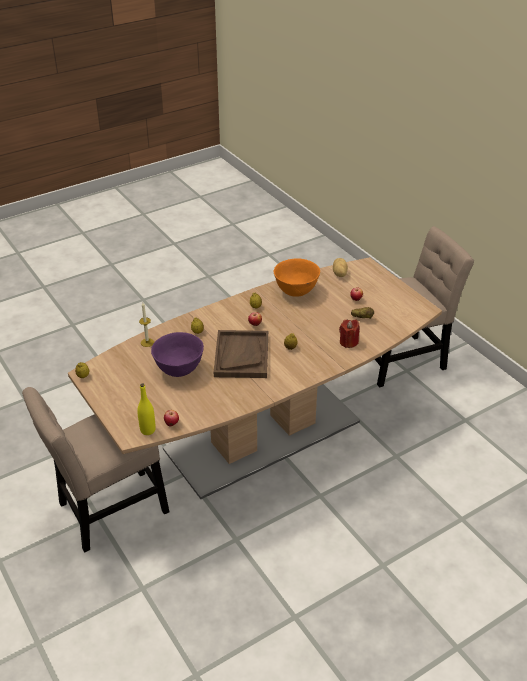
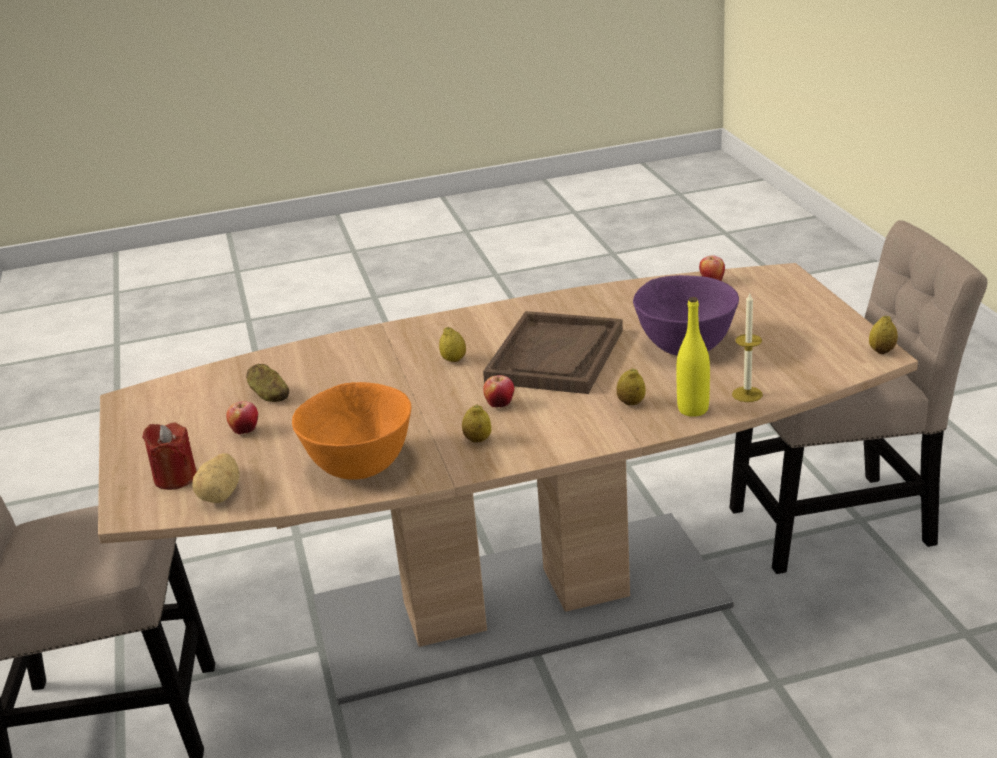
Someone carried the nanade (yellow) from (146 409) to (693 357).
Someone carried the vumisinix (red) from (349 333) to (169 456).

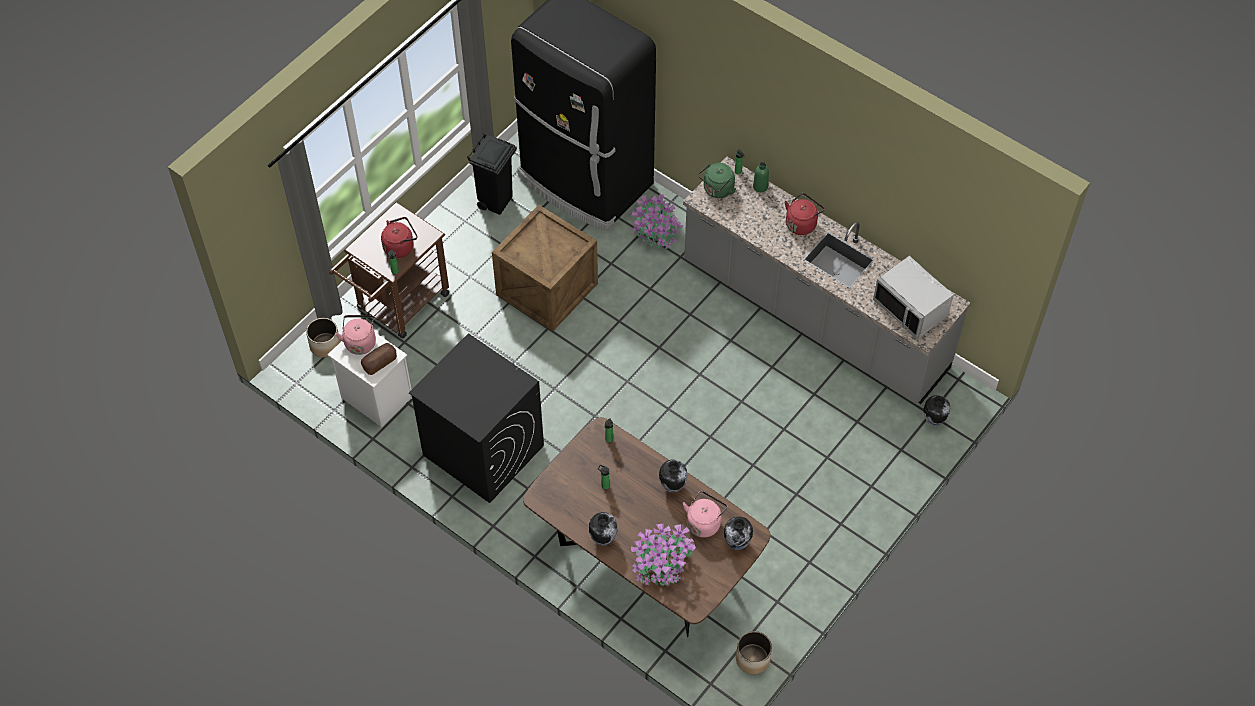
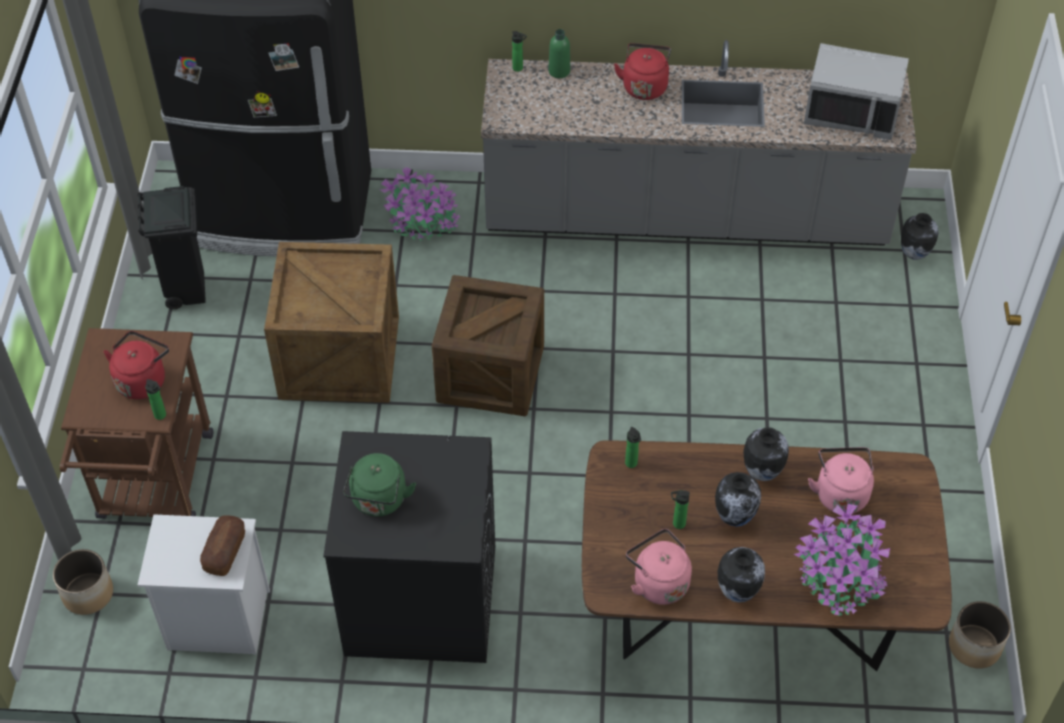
Someone put down the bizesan at (488 345).
Someone carried the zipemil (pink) from (355 335) to (659 567).
Someone carried the zipemil (green) from (717 180) to (379 485).
Someone carried the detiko from (738 533) to (738 499).

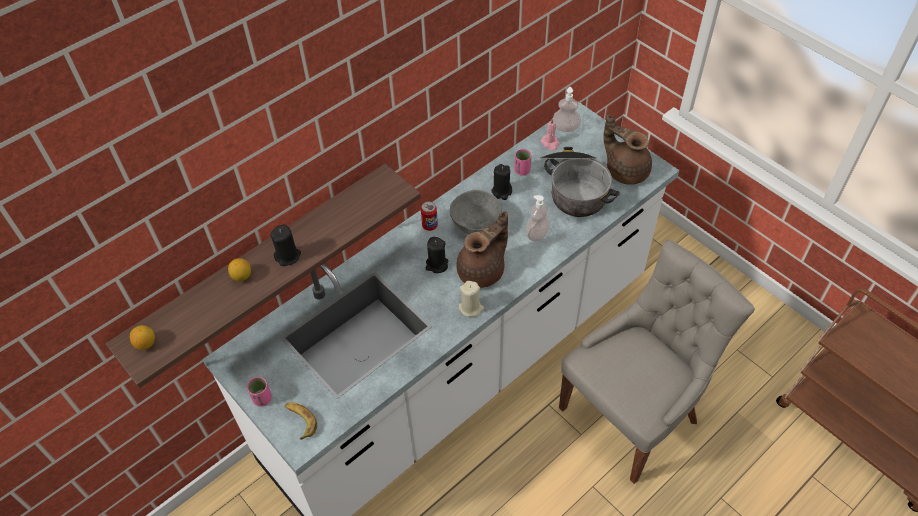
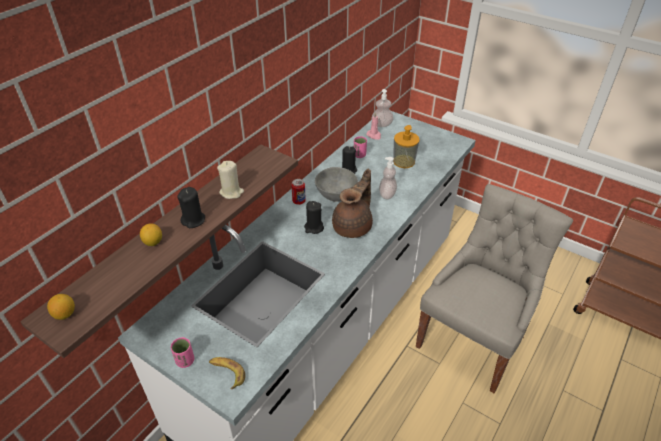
Someone took away the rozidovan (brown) at (627 149).
Someone carried the vumisinix (beige) from (471 299) to (230 180).
Someone swapped the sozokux at (580 182) for the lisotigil at (406 146).

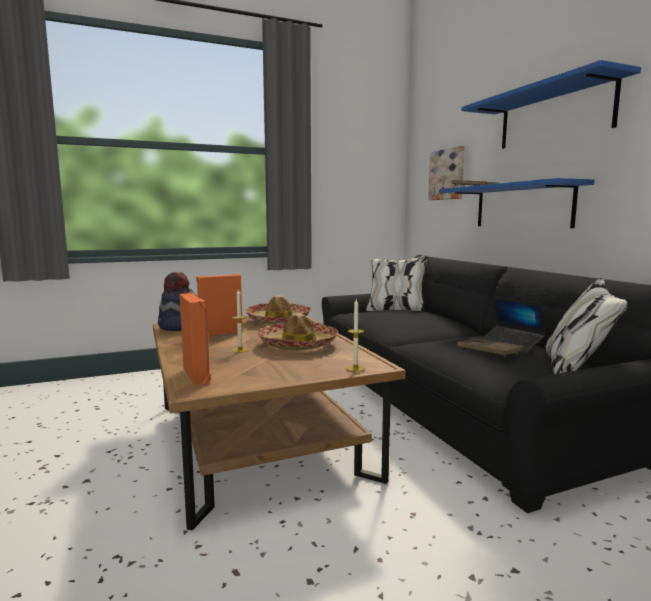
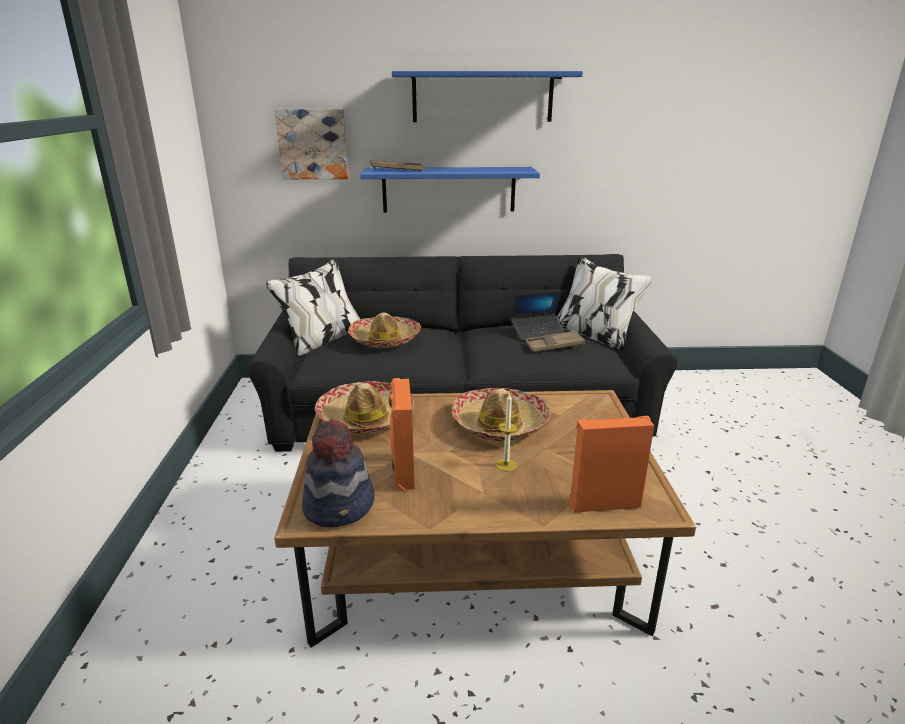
Someone took away the vumisinix at (355 335).
Someone put down the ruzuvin at (384 330).

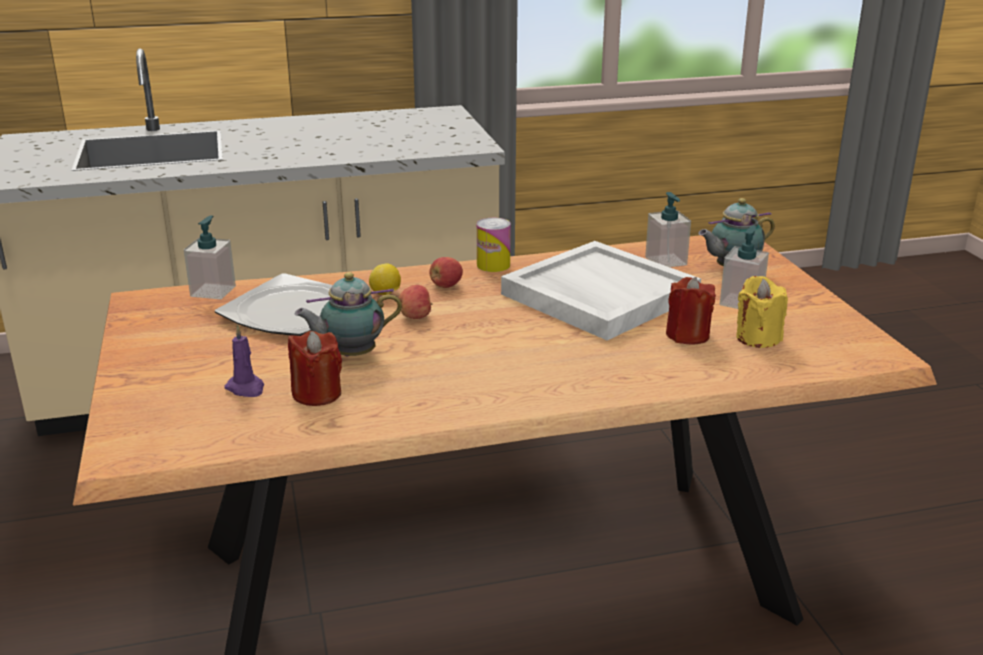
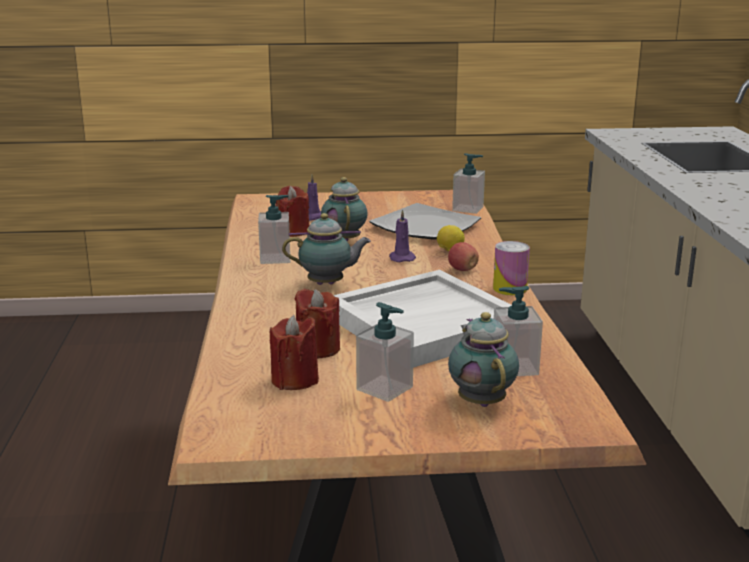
Someone put down the lisotigil at (274 229).
Someone put down the rozidovan at (326 249).
Someone swapped the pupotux at (416 302) for the vumisinix (purple) at (402 235).
Someone repainted the vumisinix (yellow) at (762 312), which became the vumisinix (red) at (294 352).

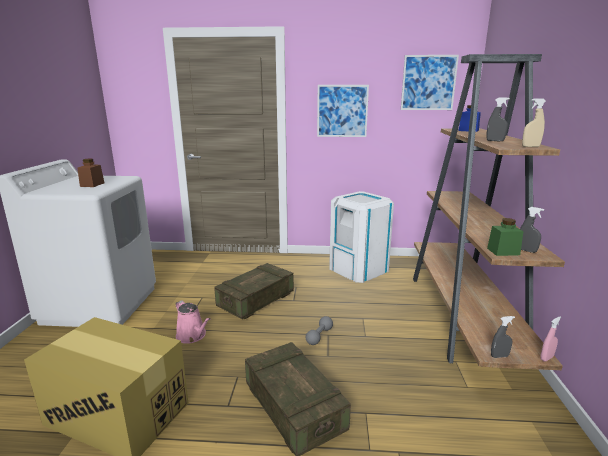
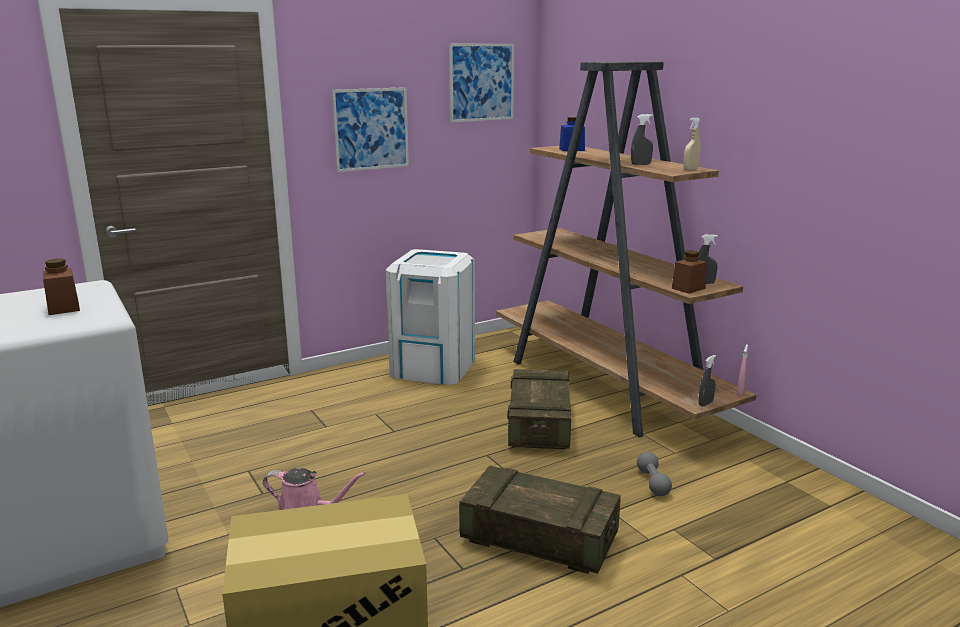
Someone carried the bizesan from (254 291) to (539 409).
Someone carried the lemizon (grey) from (319 330) to (654 474).
Someone repainted the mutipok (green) at (505 237), which became the mutipok (brown) at (689 272).

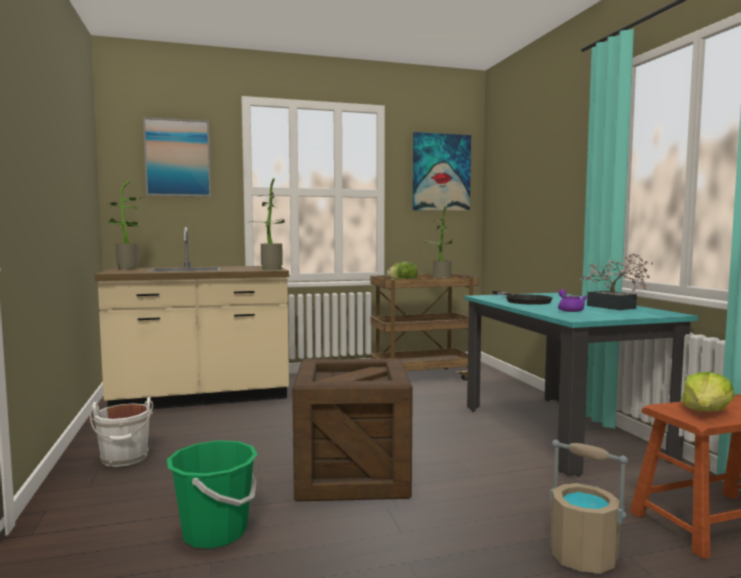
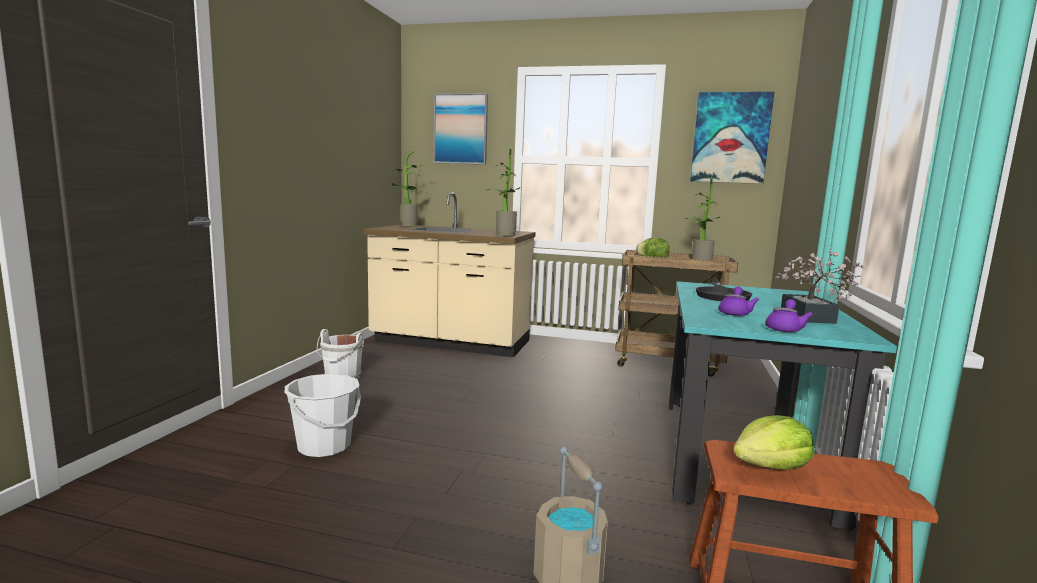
Someone took away the bizesan at (352 430).
Someone put down the rozidovan (purple) at (789 315).
Someone repainted the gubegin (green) at (212 494), which became the gubegin (white) at (323 415).

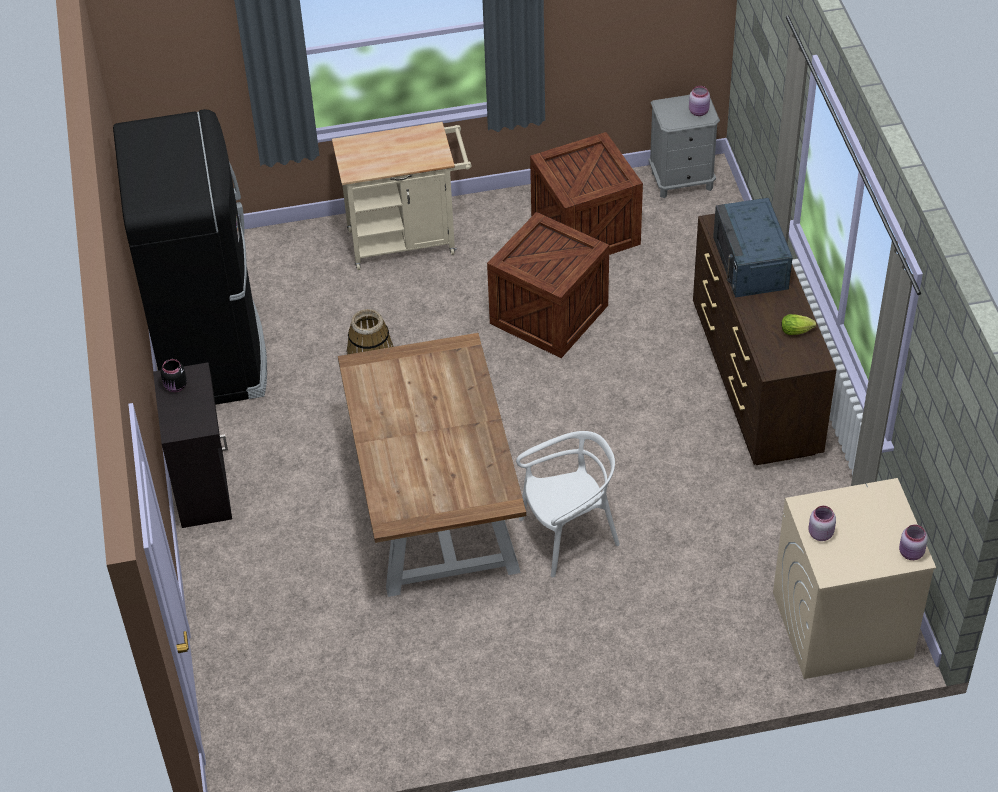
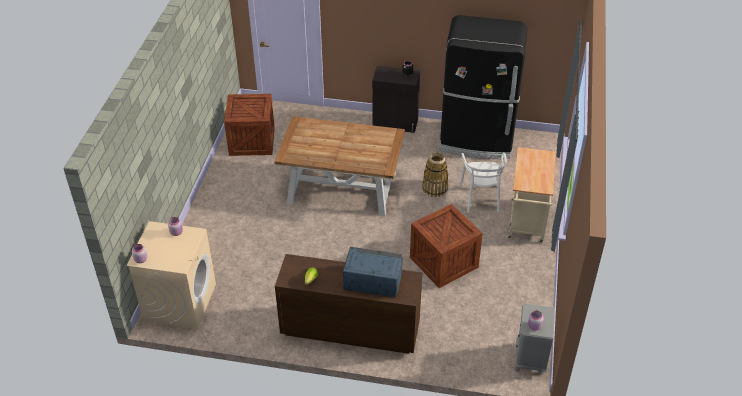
Someone carried the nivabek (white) from (568 504) to (483 182).
Someone carried the bizesan from (586 193) to (249 125).

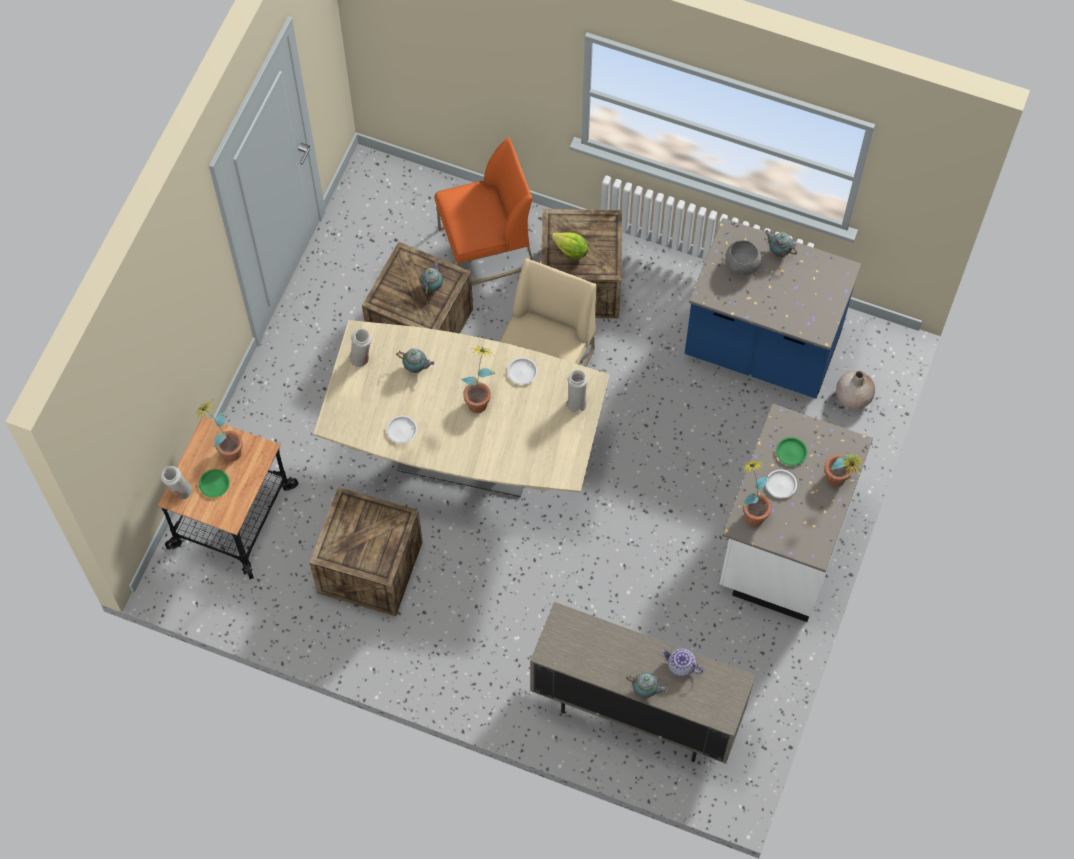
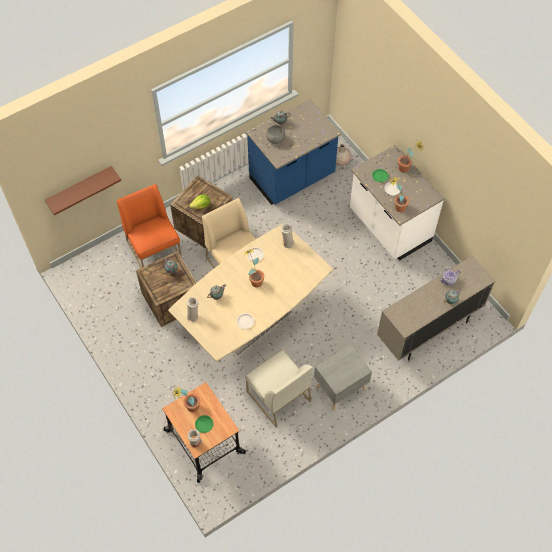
Someone put up the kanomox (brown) at (83 190).
Someone put down the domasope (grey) at (343 377).
Someone swapped the bizesan at (366 551) for the nivabek (white) at (279 389).
Someone rotated the nivabek (orange) at (484 211) by 45 degrees counterclockwise.

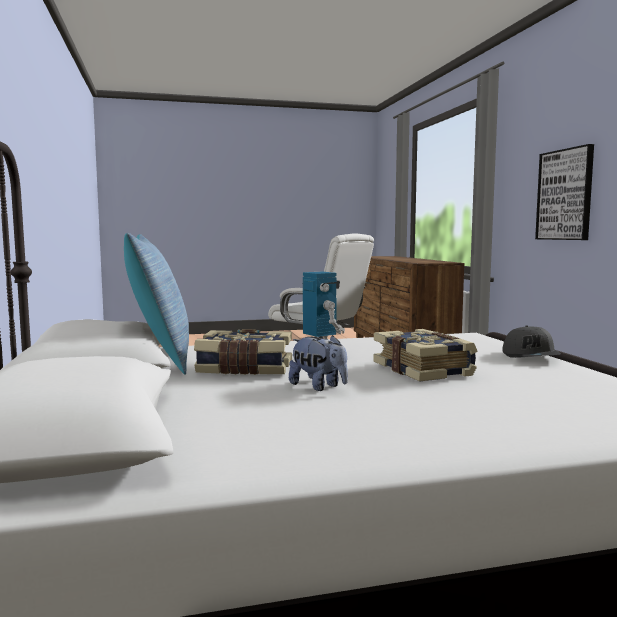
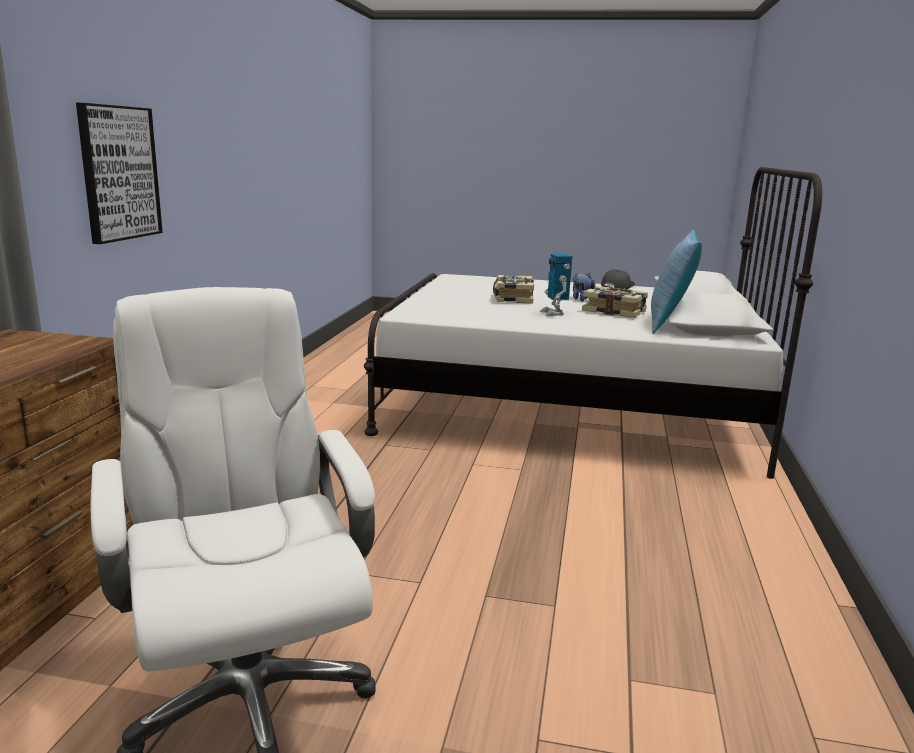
Someone carried the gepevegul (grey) from (532 342) to (618 279).

